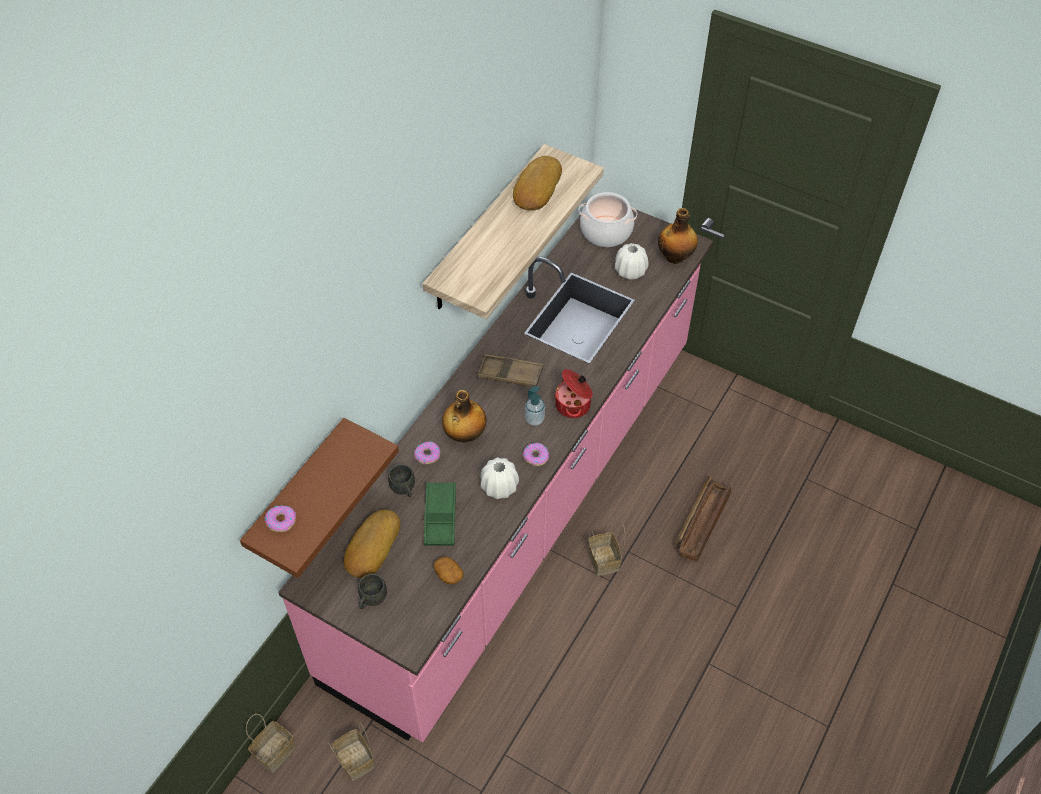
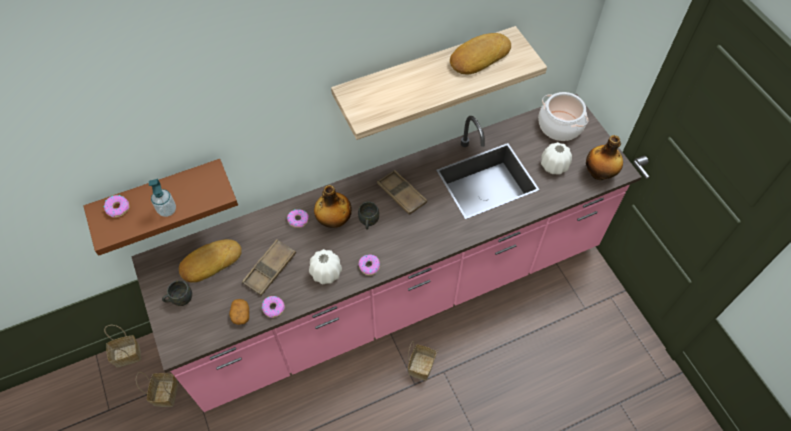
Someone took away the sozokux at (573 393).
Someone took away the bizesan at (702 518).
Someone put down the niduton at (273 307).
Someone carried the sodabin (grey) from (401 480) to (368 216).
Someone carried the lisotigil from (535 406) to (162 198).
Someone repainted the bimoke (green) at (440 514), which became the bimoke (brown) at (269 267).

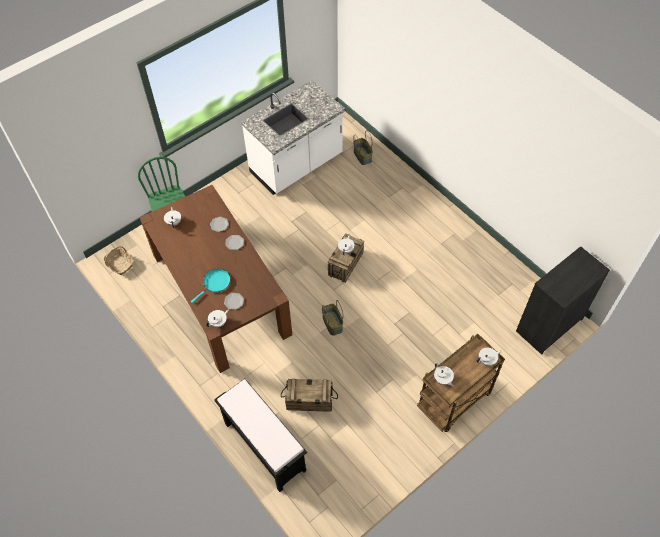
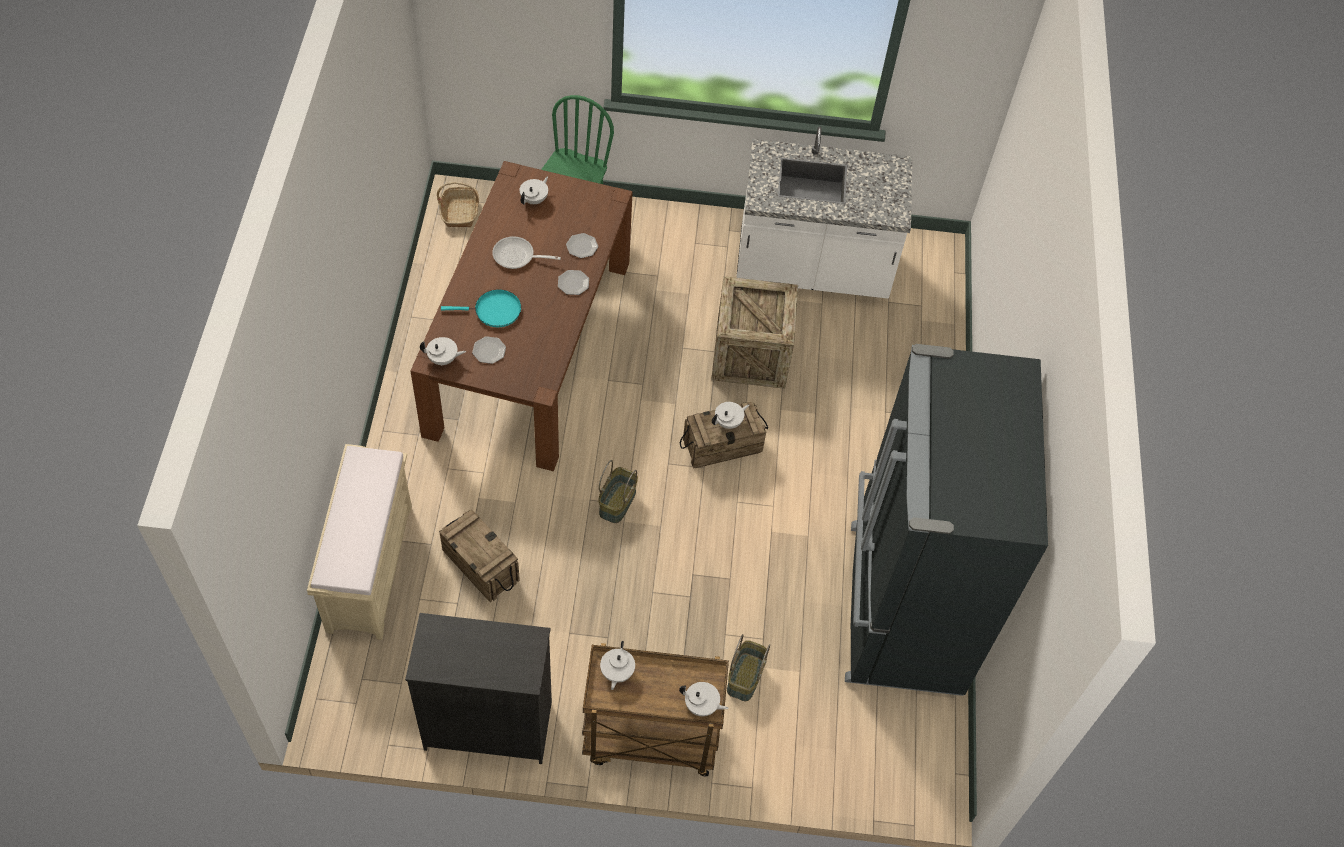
Someone put down the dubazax at (526 252).
Someone put down the bizesan at (754 332).
Someone put down the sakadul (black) at (946 520).
Someone carried the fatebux from (363 147) to (748 667).
Someone carried the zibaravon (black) from (563 300) to (478 688).
Someone repainted the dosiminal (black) at (260 435), which became the dosiminal (beige) at (359 542).

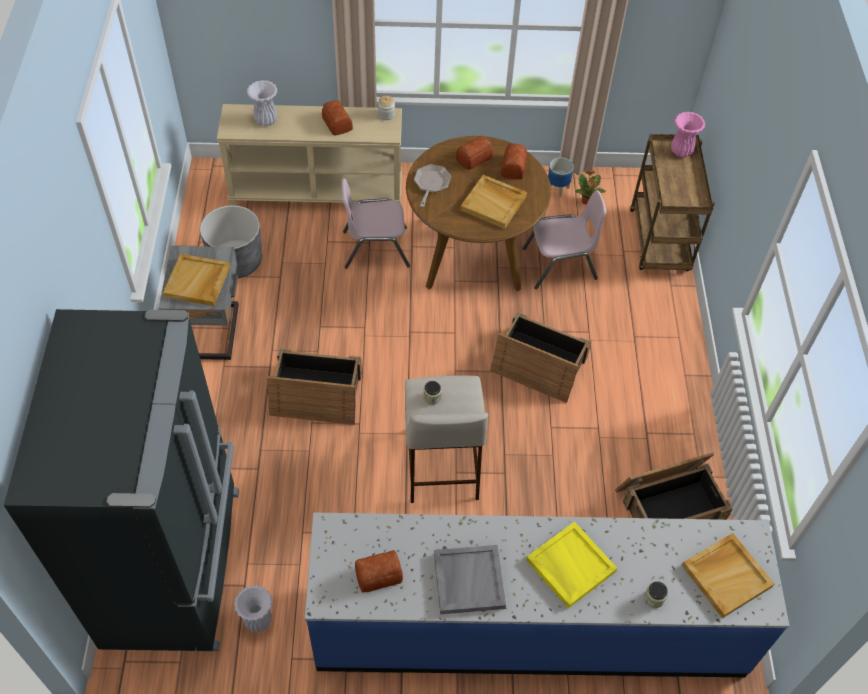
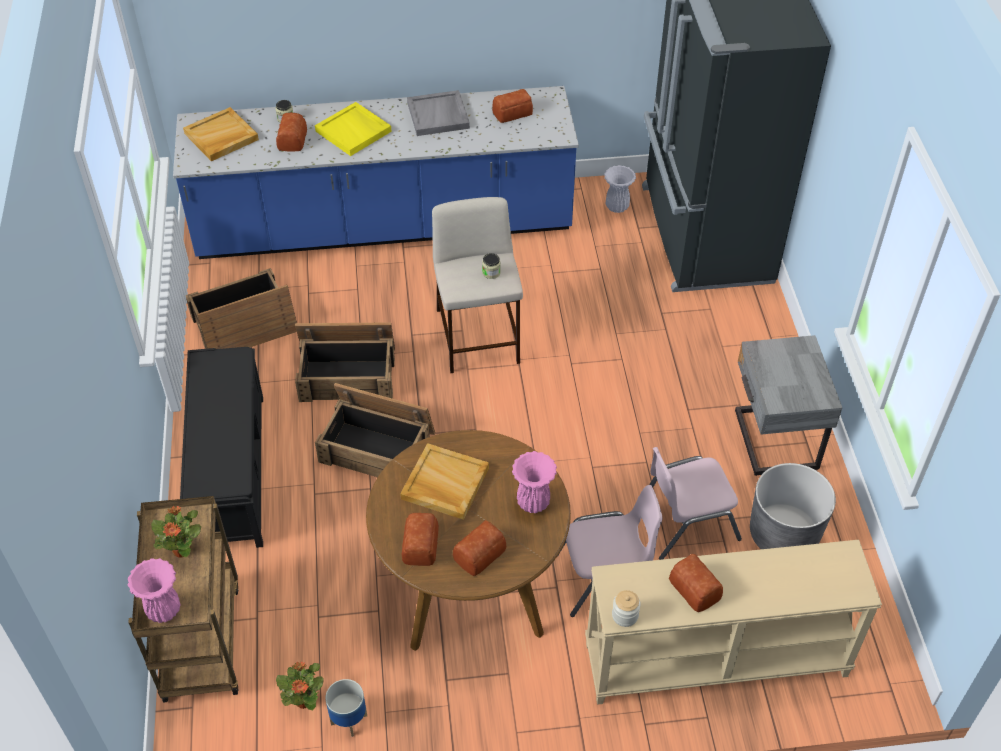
Someone took away the bimoke (beige) at (196 280).
Someone took away the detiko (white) at (262 103).
Someone put down the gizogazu at (176 532).
Someone put down the dosiminal (black) at (221 447).
Someone put down the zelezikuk at (291 132).
Someone carried the bizesan from (314 386) to (345 362).
Someone carried the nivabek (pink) from (564 239) to (695 503).
Someone swapped the dubazax at (432 185) for the detiko (pink) at (534 482).

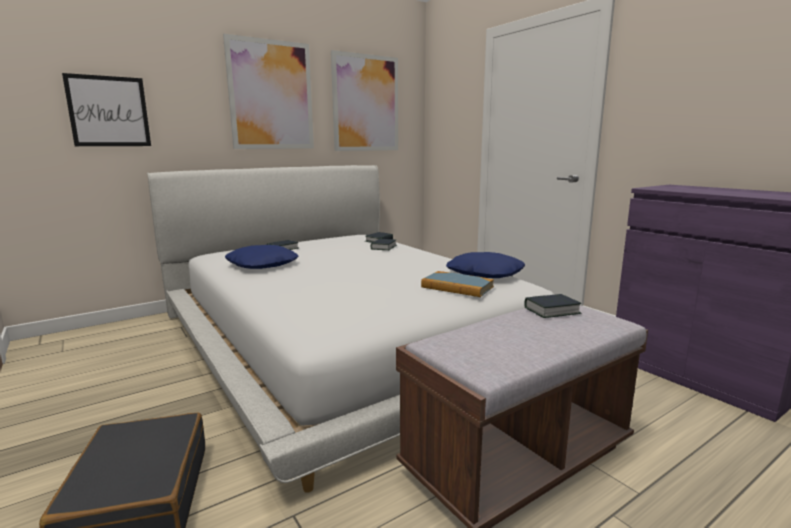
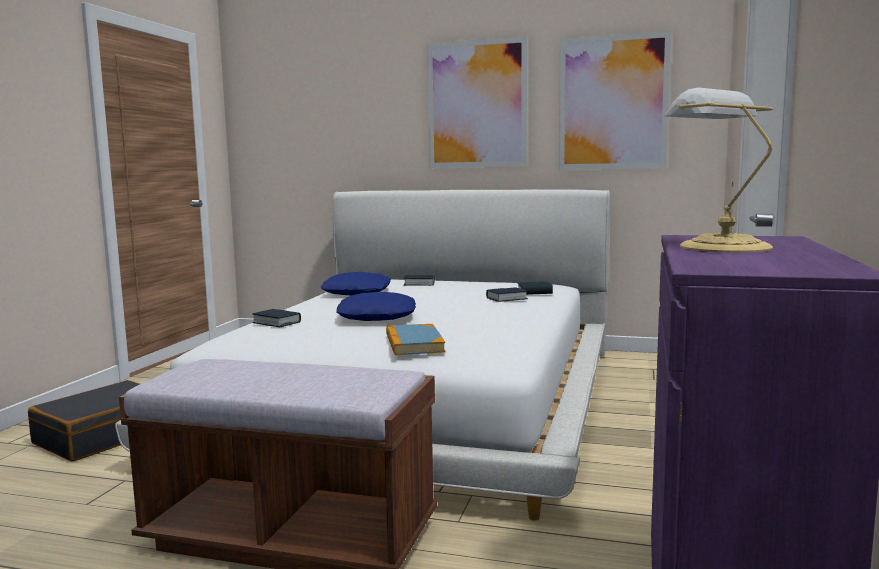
Someone took away the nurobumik at (106 109).
Someone put down the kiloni at (719 170).
Someone carried the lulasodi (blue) from (485 265) to (376 306).
Someone carried the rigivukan from (552 306) to (276 318).

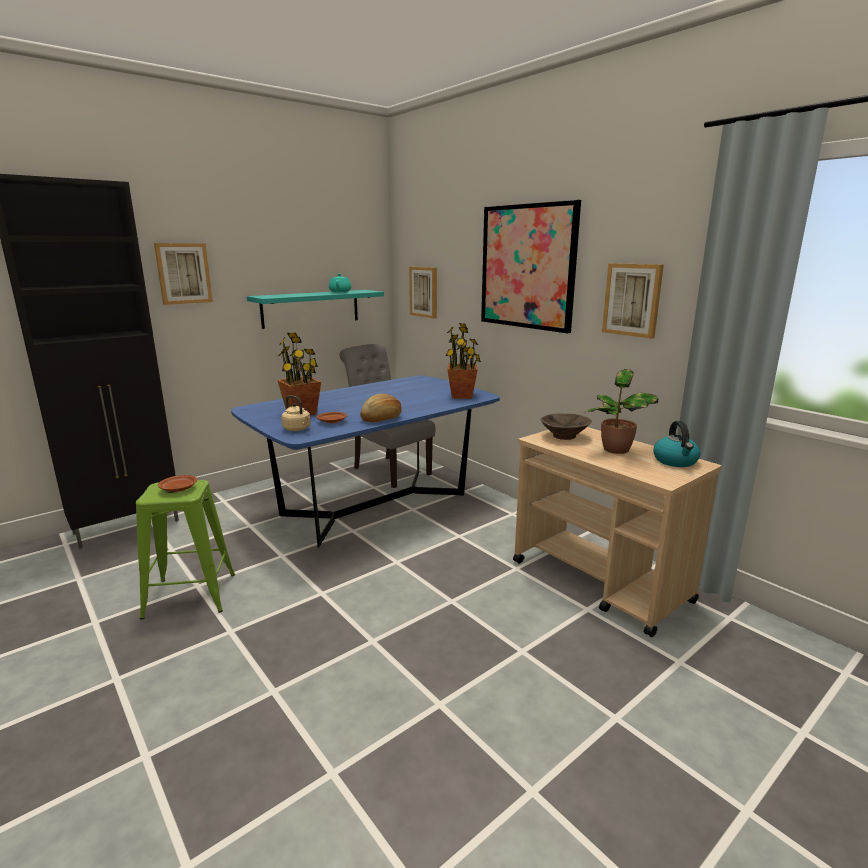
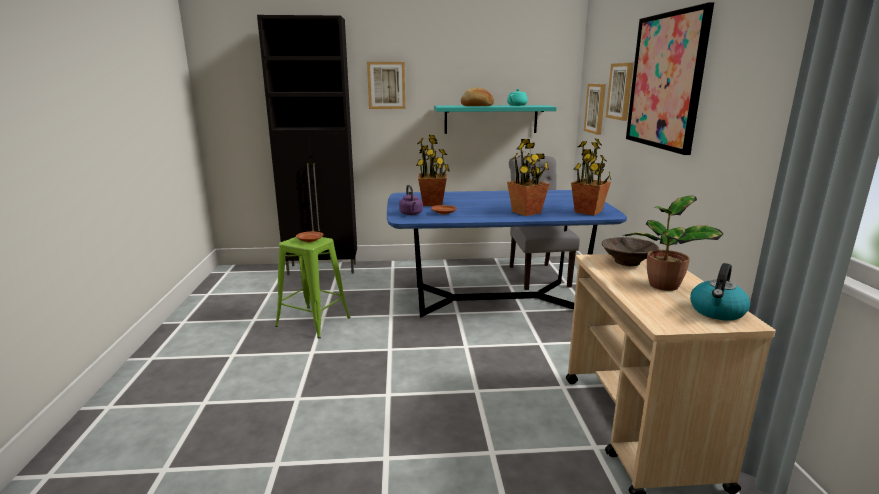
Someone put down the gizogazu at (528 177).
Someone carried the zelezikuk from (381 408) to (477 97).
Someone carried the nurobumik from (633 301) to (620 92).
Someone repainted the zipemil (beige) at (296 413), which became the zipemil (purple) at (411 200).

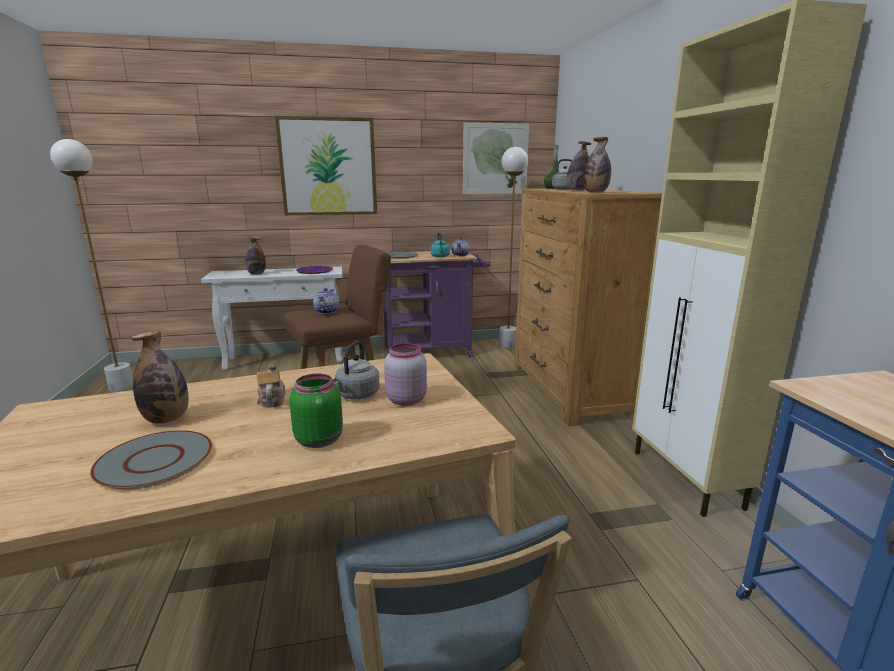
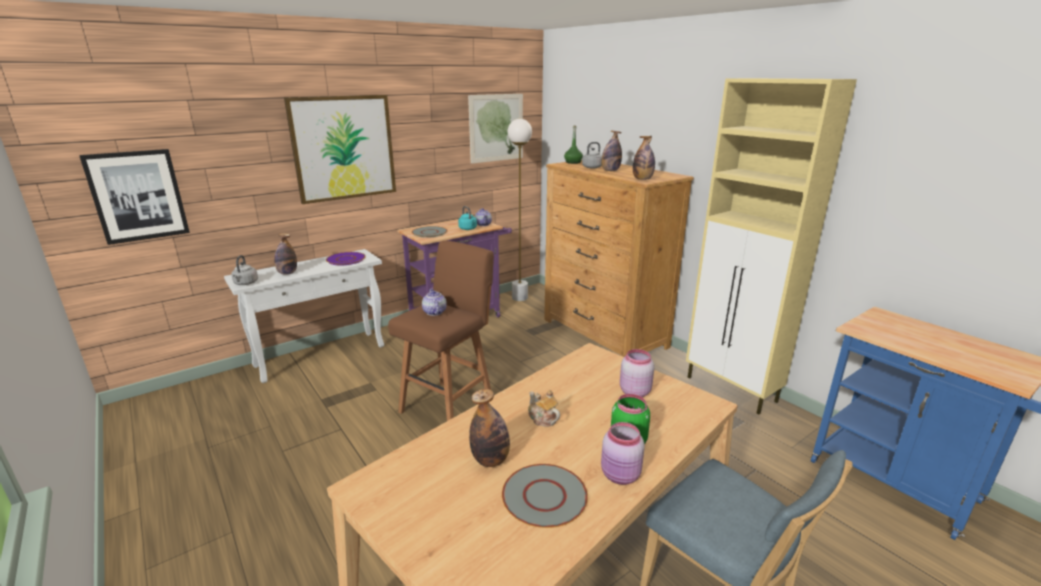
Someone took away the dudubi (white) at (91 265).
Someone put up the nurobumik at (134 197).
Someone put down the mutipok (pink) at (623 453).
Someone carried the zipemil (grey) from (356 370) to (244 270).

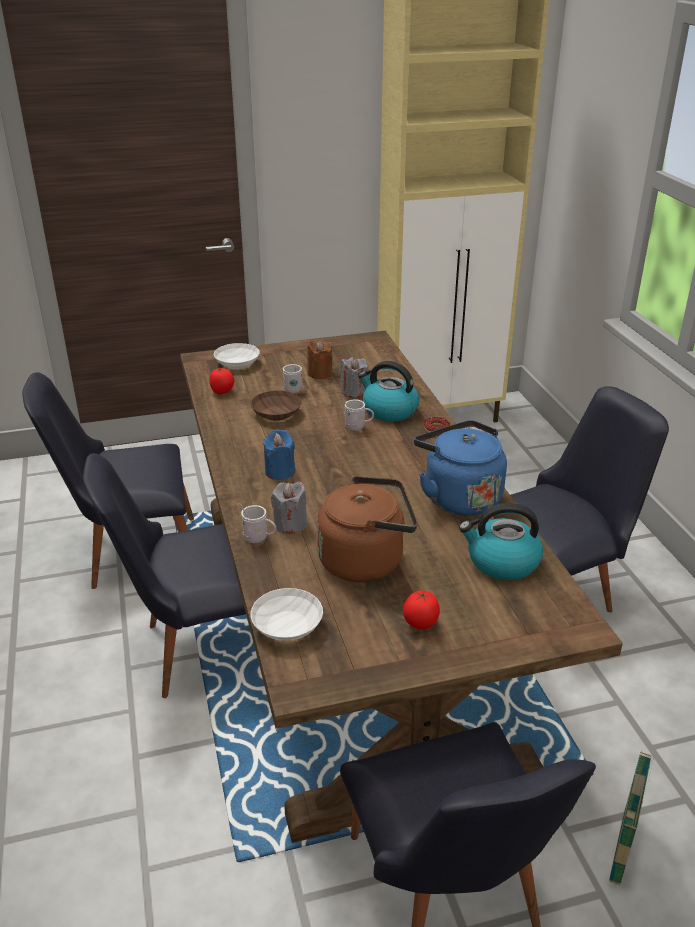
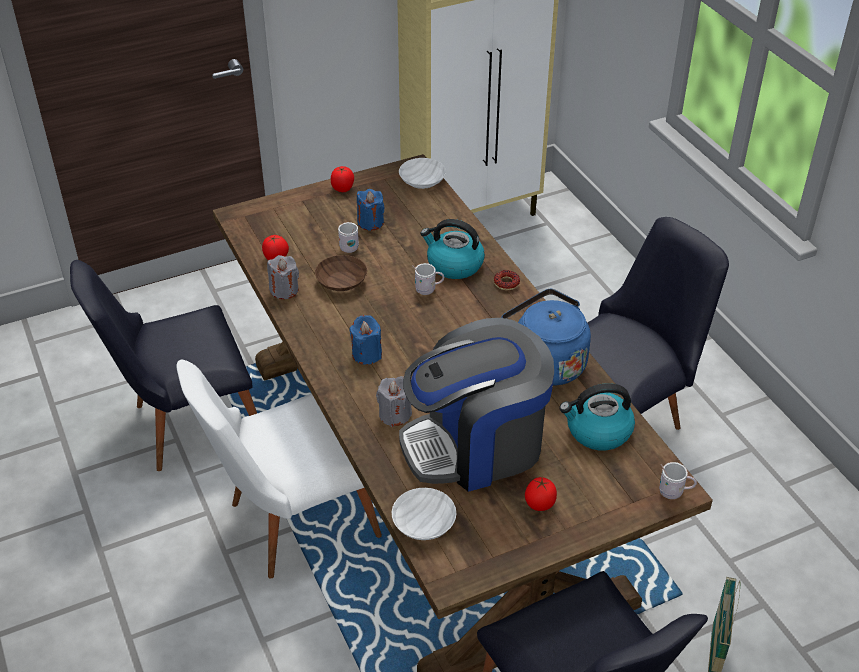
Someone put down the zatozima at (342 179).
Someone carried the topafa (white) from (237 356) to (422 173).
Someone carried the sodabin (white) from (257 523) to (678 480).
Someone carried the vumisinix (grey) from (354 377) to (283 277).
Someone swapped the zipemil (brown) at (367 529) for the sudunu at (476 405).
Someone repainted the nivabek (black) at (164 575), which became the nivabek (white) at (279 469).
Someone repainted the vumisinix (brown) at (320 359), which became the vumisinix (blue) at (371 209).

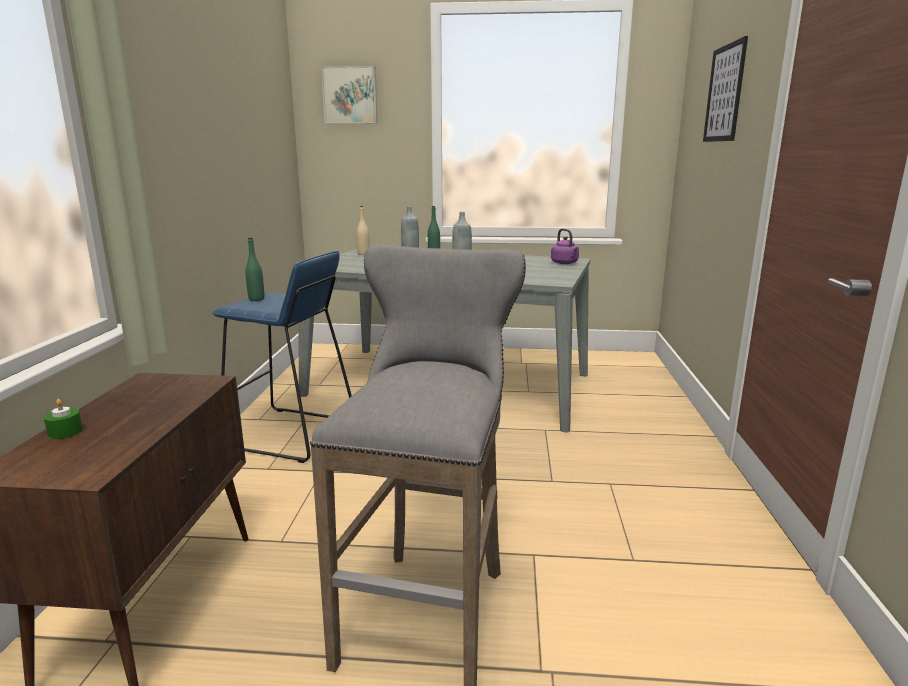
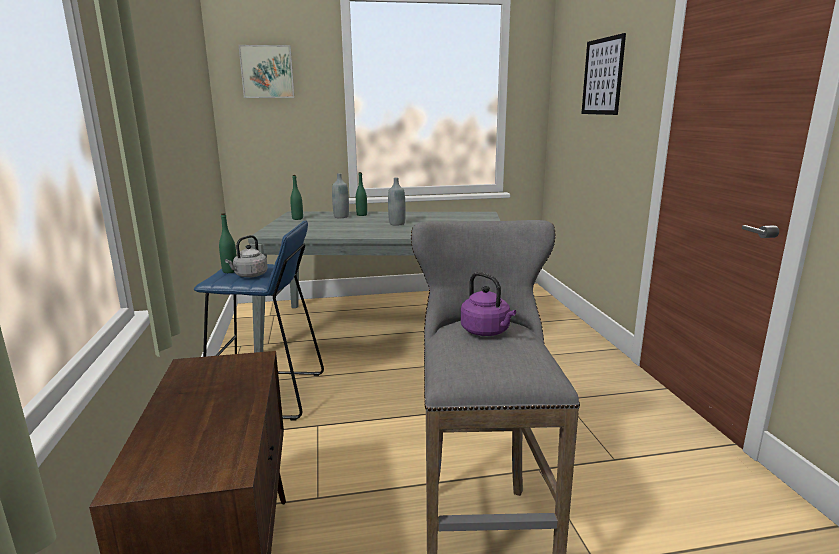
Someone took away the vumisinix (green) at (63 419).
Someone put down the zipemil (grey) at (246 256).
Someone carried the zipemil (purple) from (565 246) to (488 304).
Someone repainted the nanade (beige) at (363 230), which became the nanade (green) at (296 197).

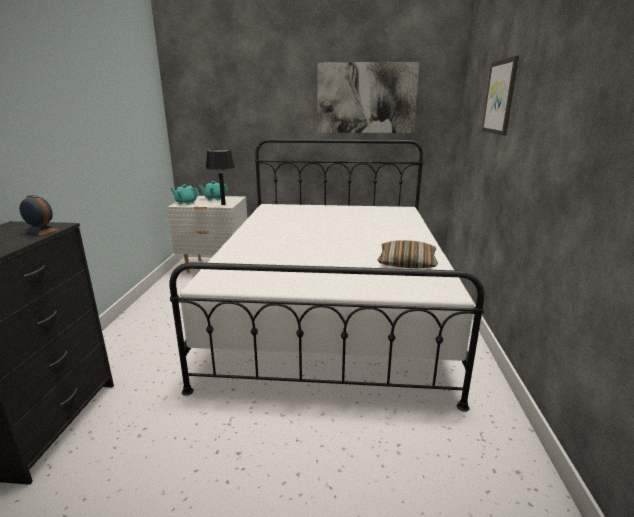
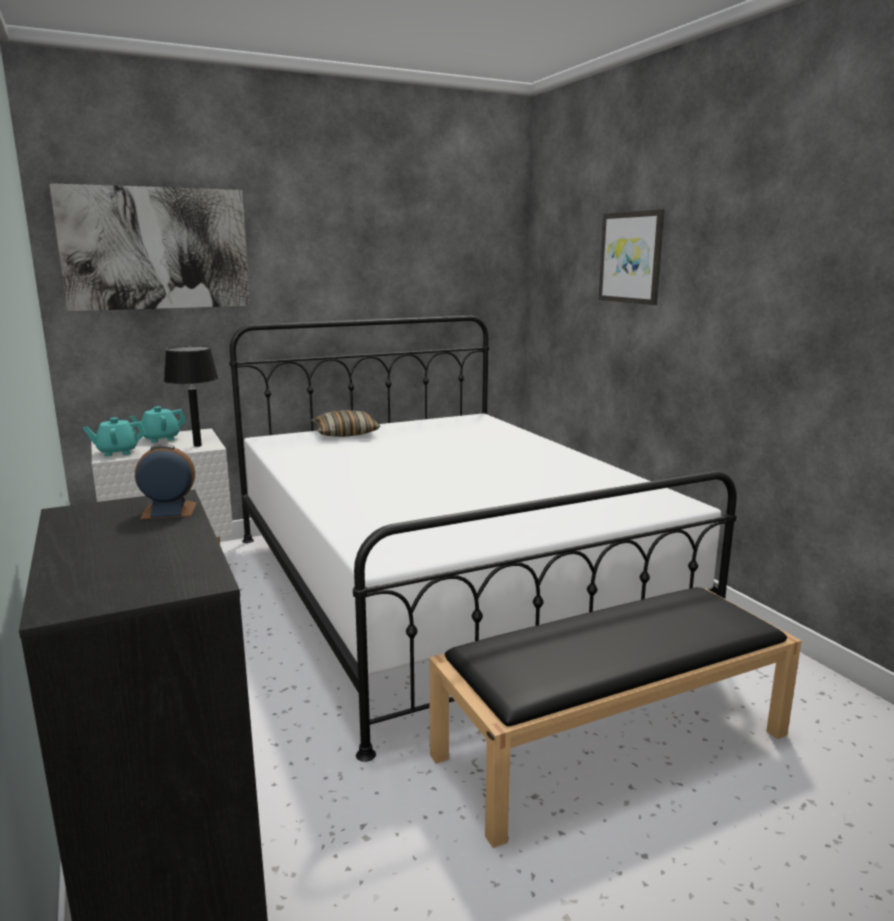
Someone put down the dosiminal (black) at (615 717).
Someone carried the nurobumik from (368 97) to (150 247).
Someone carried the lulasodi from (407 254) to (345 423).

